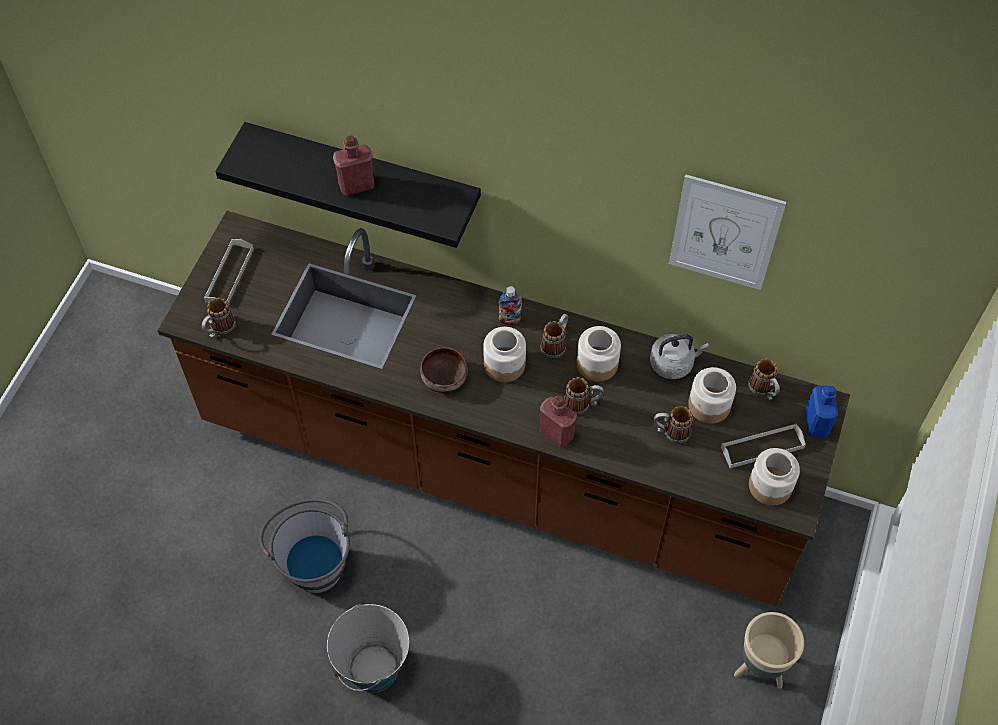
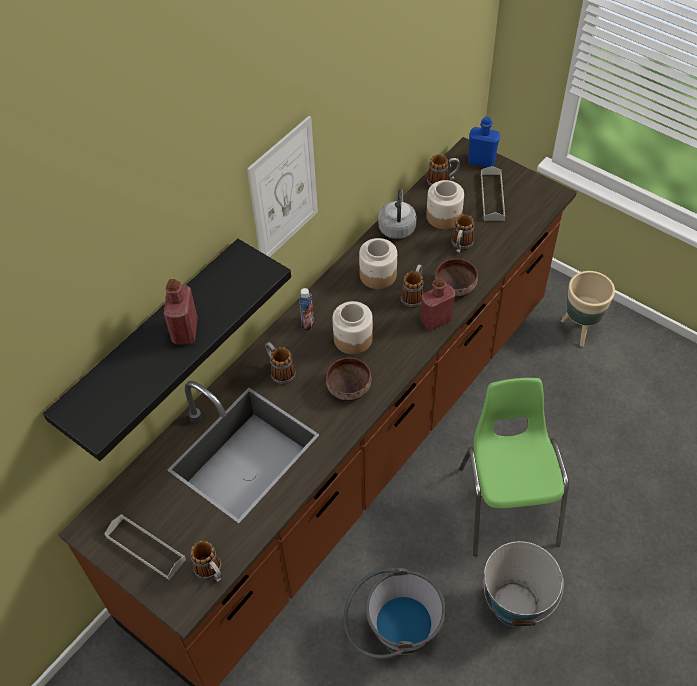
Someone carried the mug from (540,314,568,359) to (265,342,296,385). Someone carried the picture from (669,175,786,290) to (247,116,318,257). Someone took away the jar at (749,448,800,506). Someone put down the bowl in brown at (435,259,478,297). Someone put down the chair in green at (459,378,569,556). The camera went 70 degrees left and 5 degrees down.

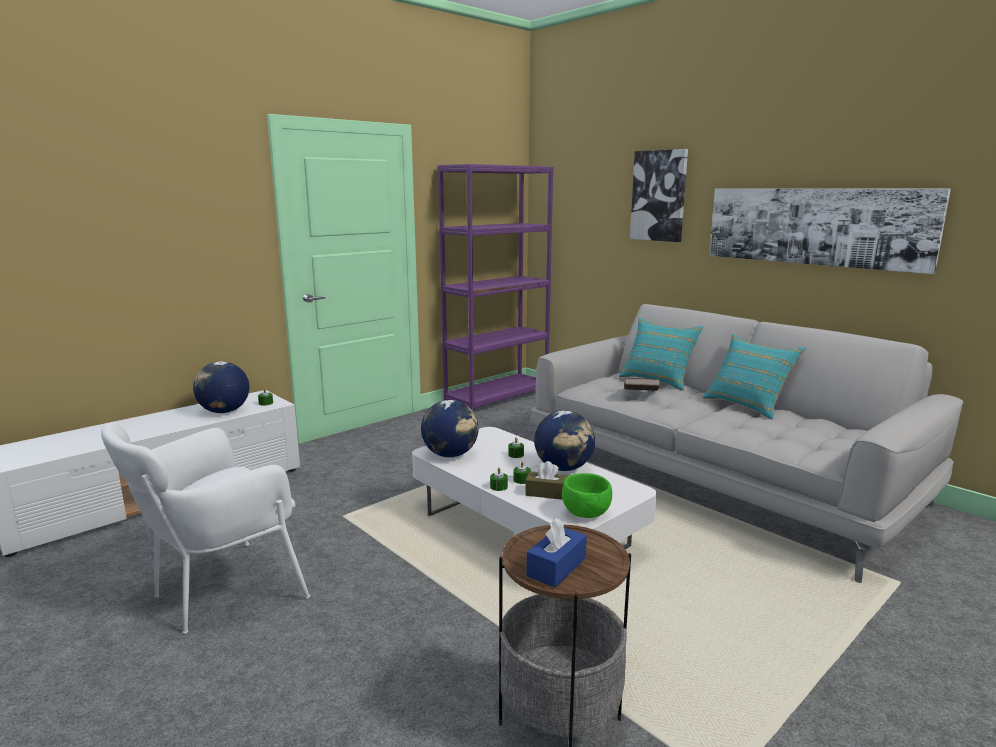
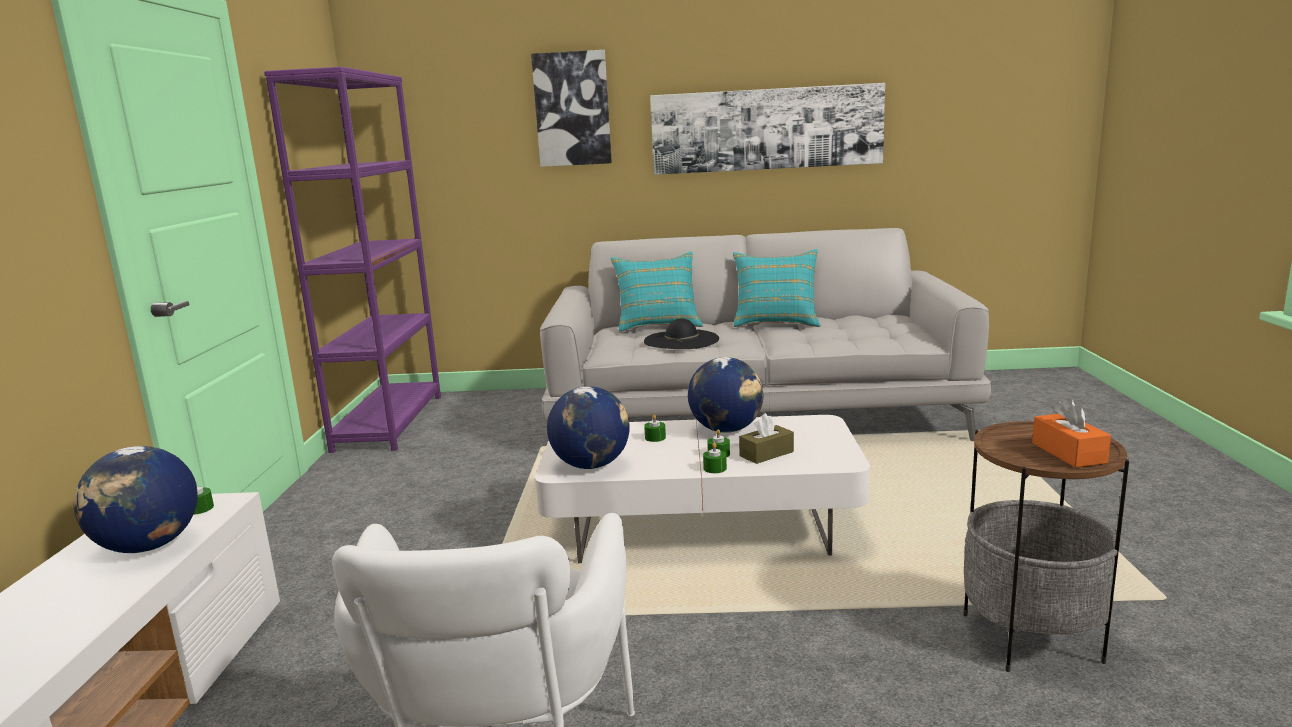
Someone repainted the tissue box in blue at (526,518,587,587), which became the tissue box in orange at (1032,398,1111,468). Someone took away the bowl in green at (562,473,612,518). Someone swapped the book in brown at (624,378,660,391) for the hat in black at (644,319,719,349). The camera went 45 degrees left and 0 degrees up.

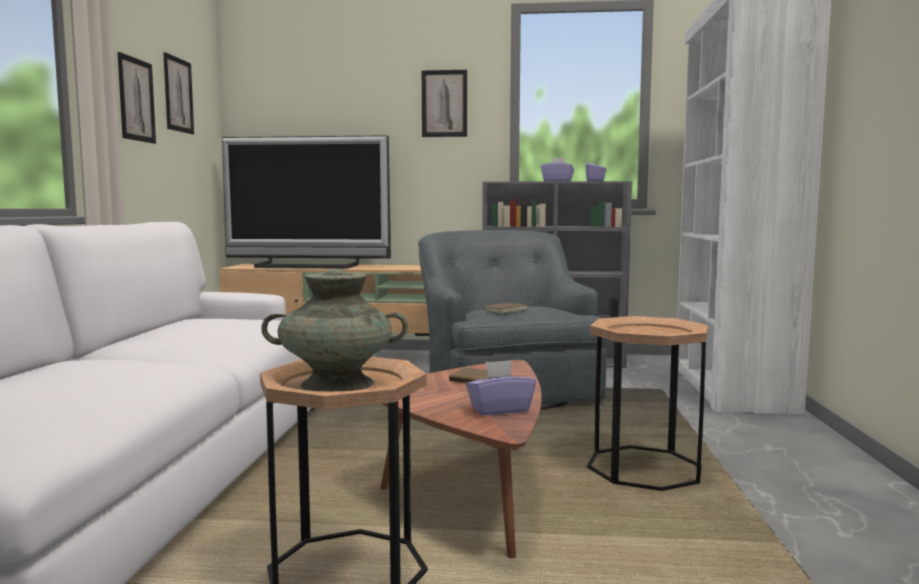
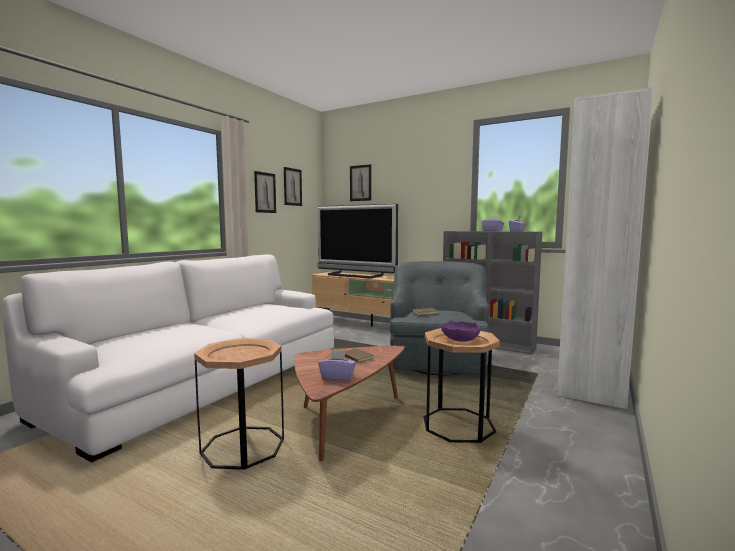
Someone took away the vase in turquoise at (261,269,408,391). Someone carried the picture from (422,70,467,137) to (350,164,371,201). Someone put down the bowl in purple at (441,320,481,342). The camera went 25 degrees right and 0 degrees up.

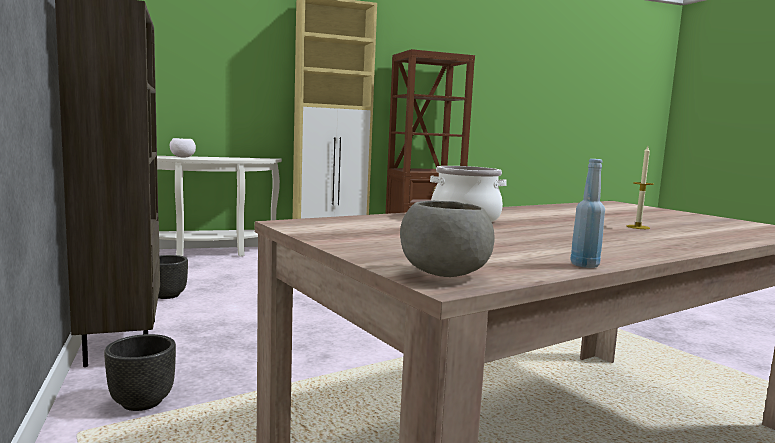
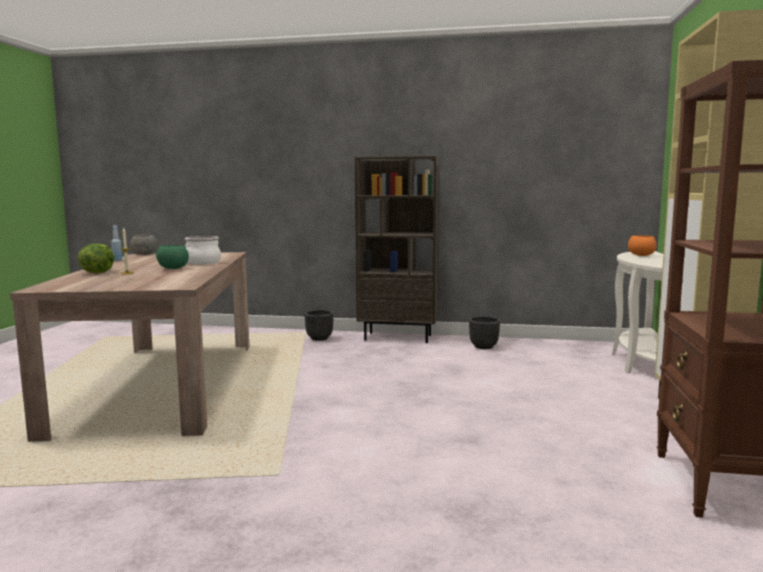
Someone repainted the bowl in white at (170,138,196,158), which became the bowl in orange at (628,235,657,256). Someone put down the lettuce at (77,243,114,273). Someone put down the bowl in green at (156,245,189,269). The camera went 120 degrees right and 0 degrees up.

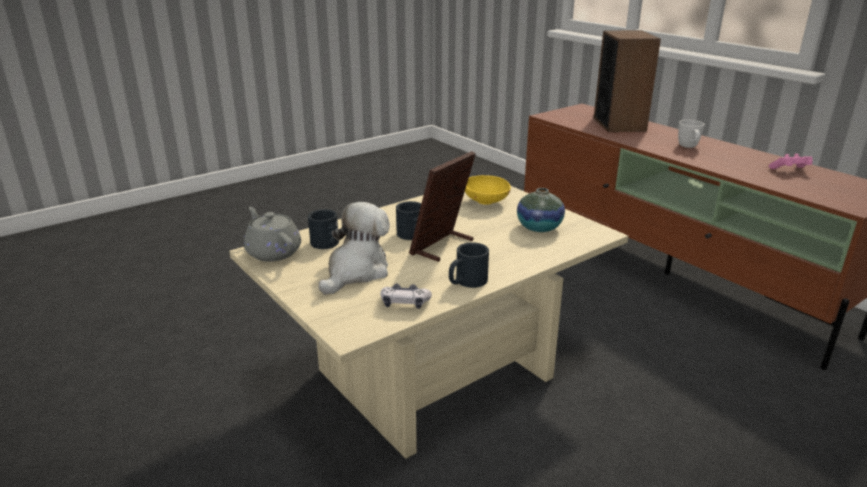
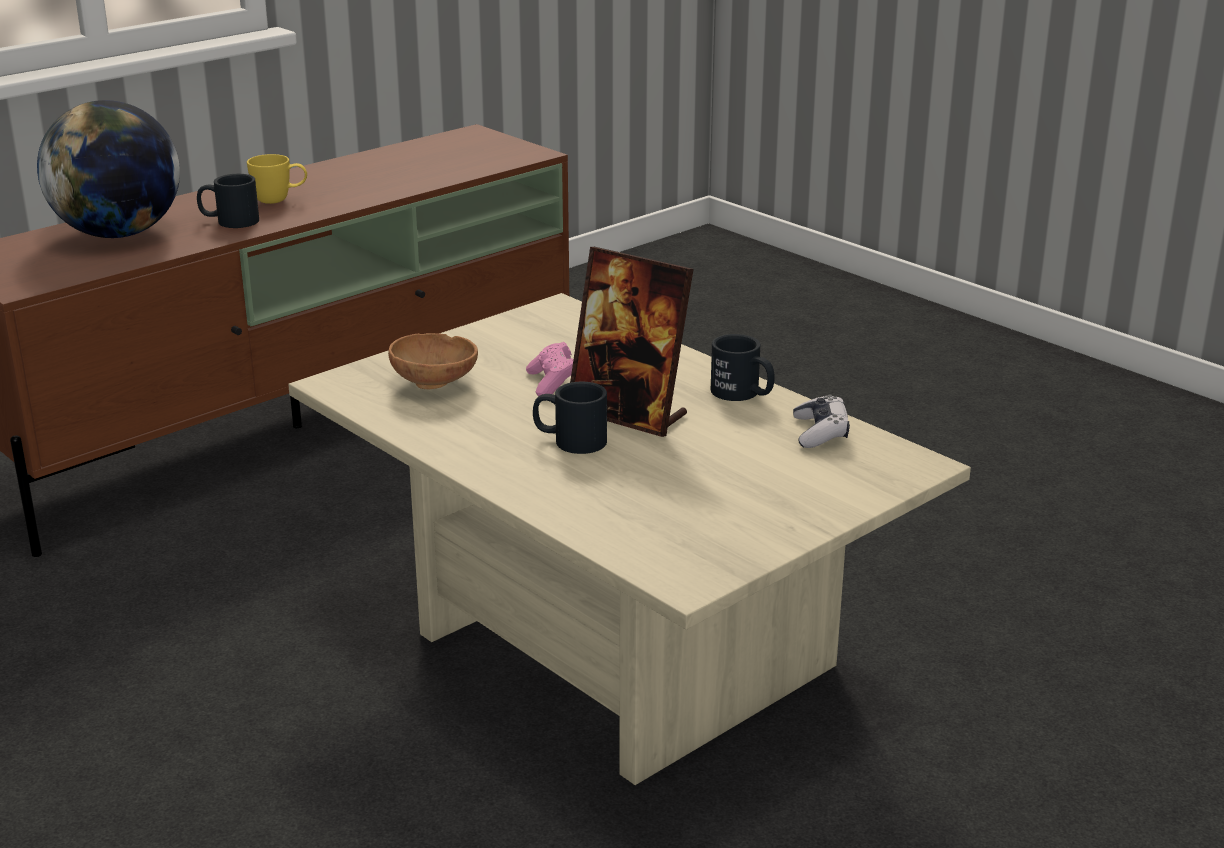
Someone took away the teapot in grey at (244,207,301,262). Someone carried the mug in black from (308,209,339,249) to (197,174,259,228). Someone took away the plush toy at (318,202,390,295). Someone repainted the bowl in yellow at (465,175,511,205), which became the bowl in brown at (388,333,478,389). Someone took away the vase at (517,188,565,232). Someone swapped the speaker at (594,30,661,132) for the globe at (37,100,180,238). Someone repainted the mug in white at (678,120,705,148), which became the mug in yellow at (247,154,307,204). Someone carried the game controller in pink from (769,154,812,169) to (526,342,574,397). The camera went 95 degrees left and 0 degrees up.

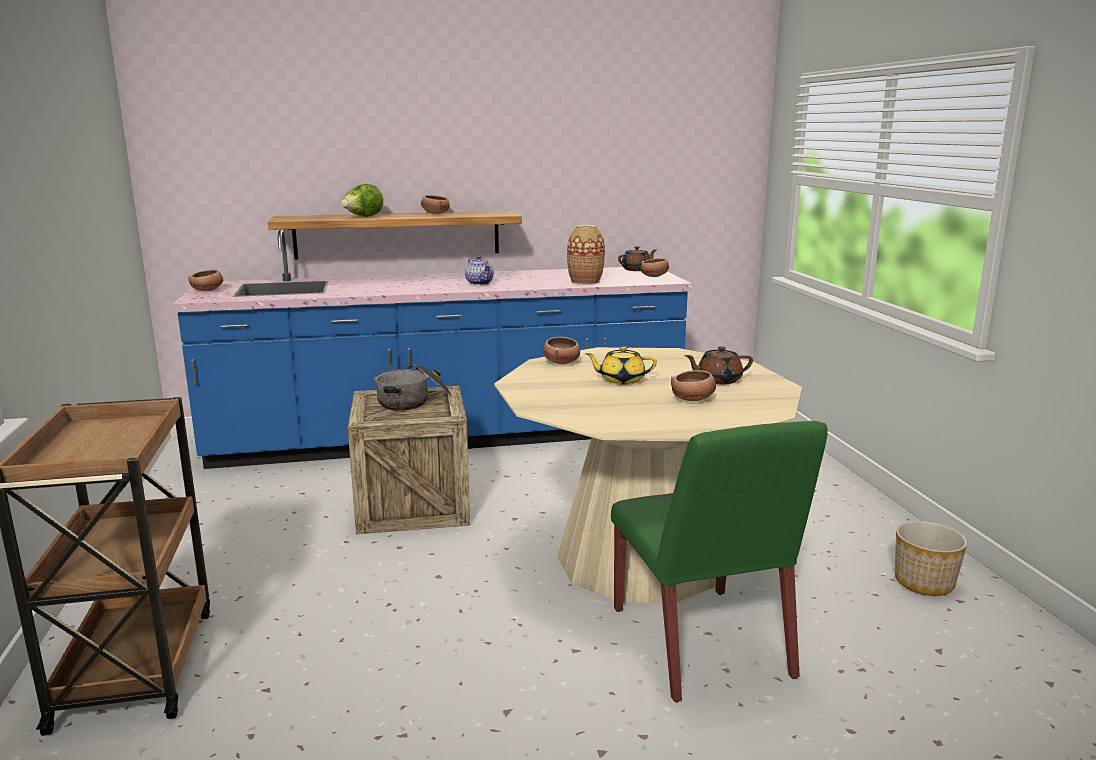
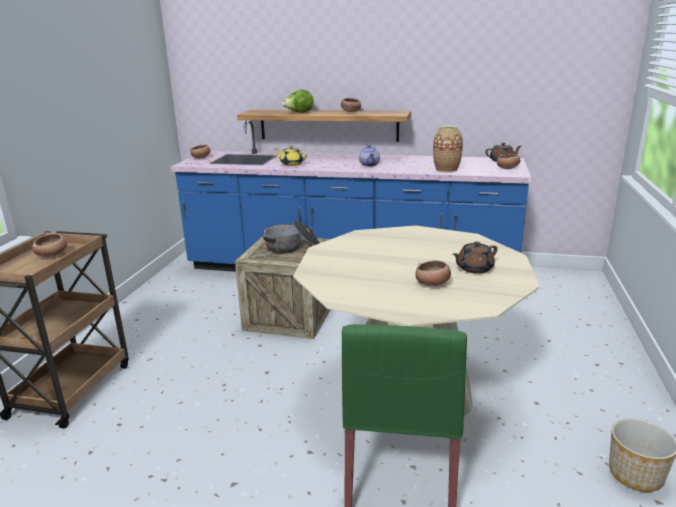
Someone carried the bowl from (543,337,580,364) to (32,233,67,257). Someone carried the teapot in yellow from (586,346,657,385) to (275,146,307,166). Someone rotated the teapot in brown at (684,346,753,384) by 45 degrees counterclockwise. The camera went 25 degrees right and 5 degrees up.

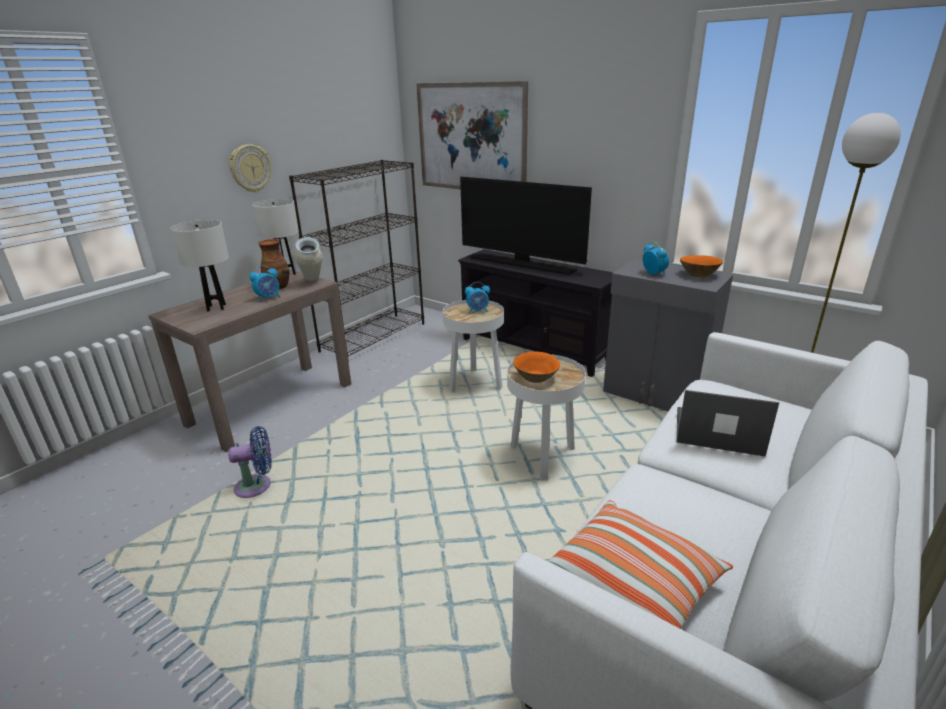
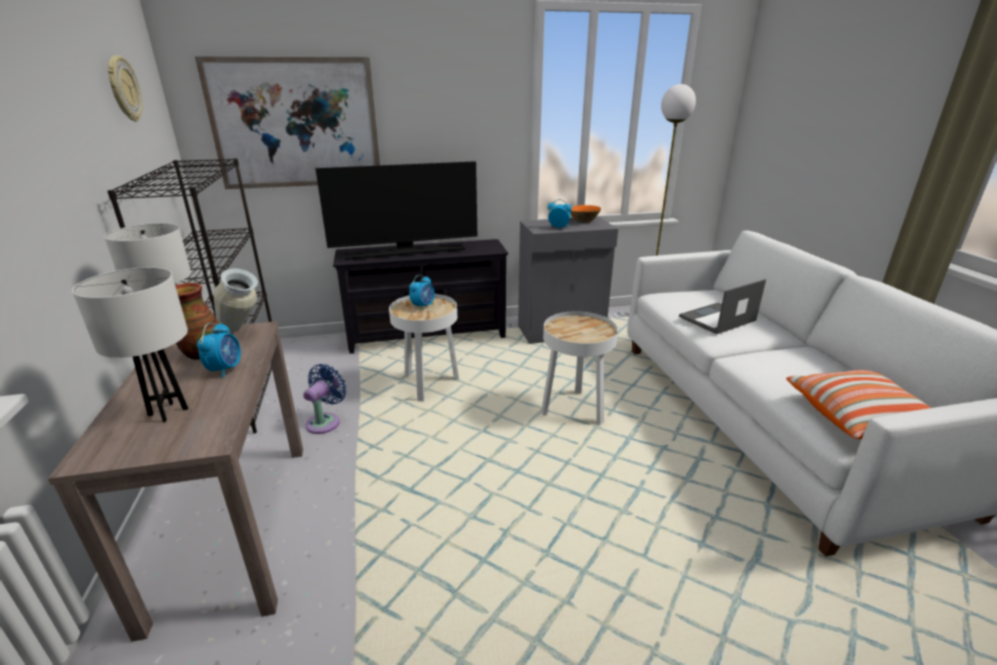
Someone carried the fan in blue from (228,426,272,498) to (303,364,347,434). Someone carried the wall clock from (229,144,271,192) to (107,56,143,122). Someone took away the bowl in orange at (514,352,560,383). The camera went 50 degrees left and 0 degrees up.

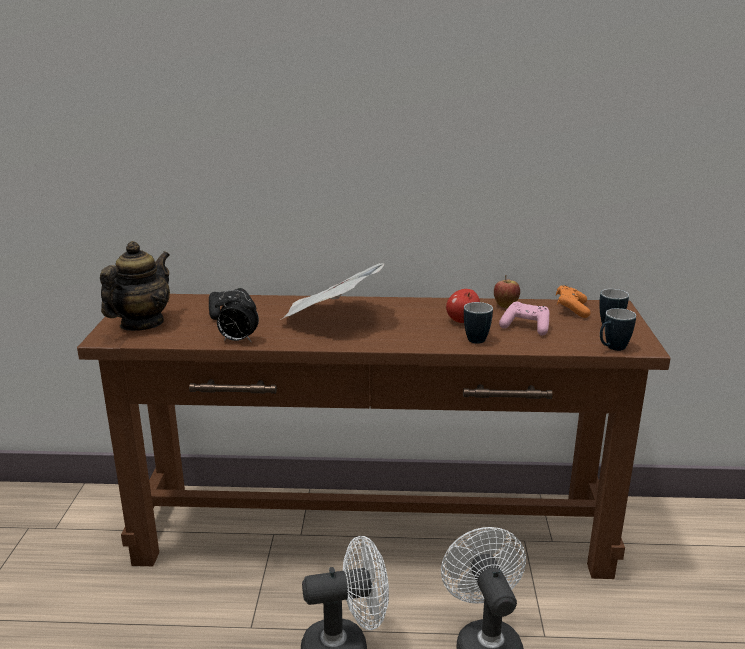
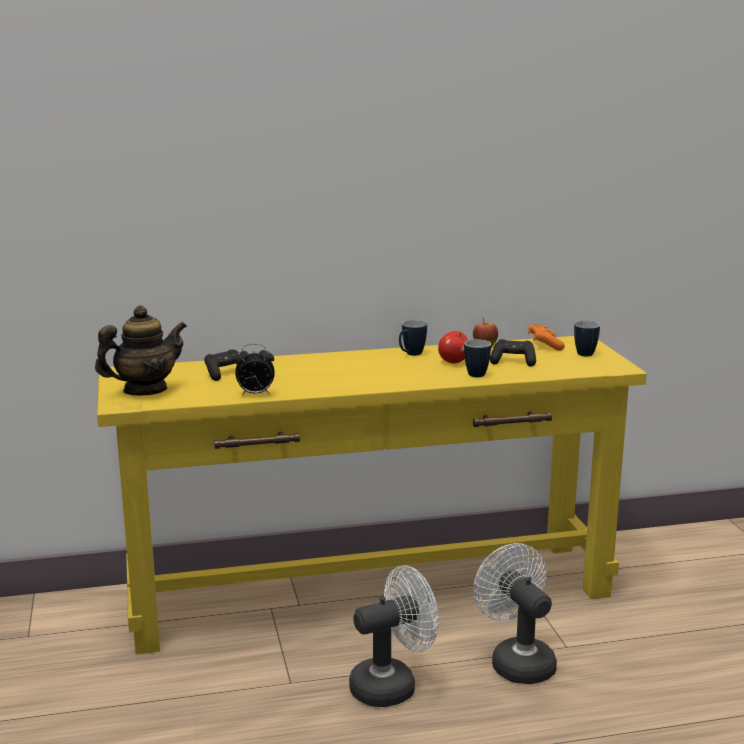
Someone repainted the console table in brown at (77,294,671,579), which became the console table in yellow at (97,336,647,654). Someone rotated the teapot at (100,241,170,331) by 45 degrees clockwise. Someone took away the newspaper at (280,263,384,320). Someone repainted the game controller in pink at (499,302,549,336), which became the game controller in black at (490,339,536,367). Someone carried the mug from (600,308,636,351) to (399,320,427,356). The camera went 15 degrees left and 5 degrees down.

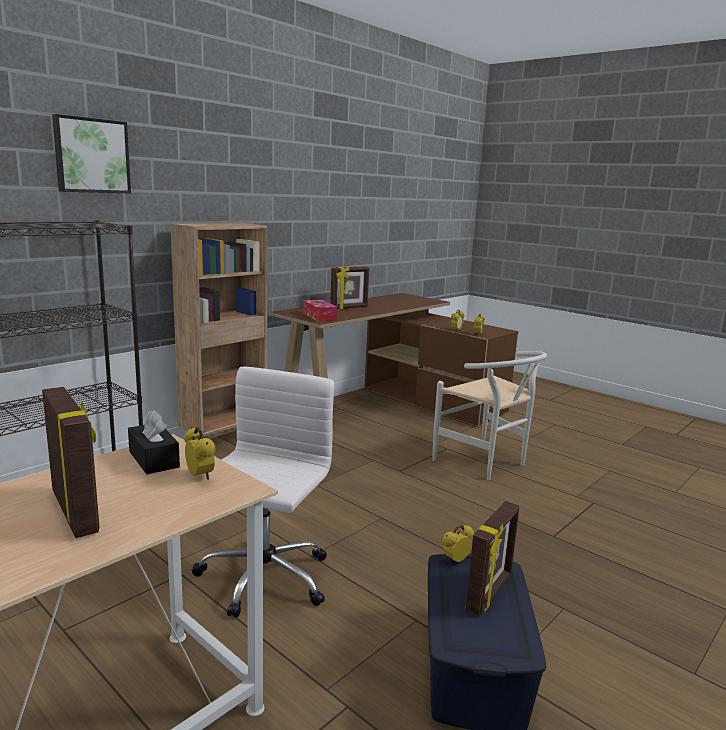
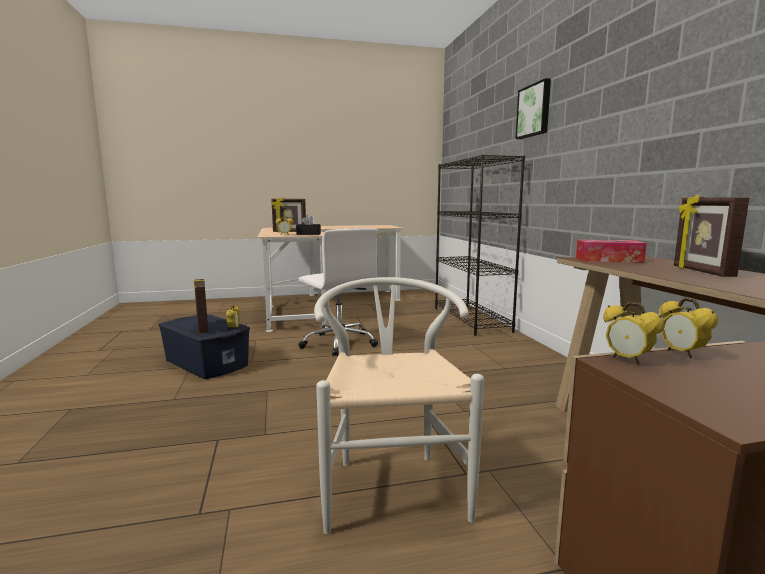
Someone took away the bookcase in brown at (170,223,268,440). Someone rotated the chair in white at (432,351,547,480) by 90 degrees clockwise. The camera went 125 degrees right and 5 degrees down.

